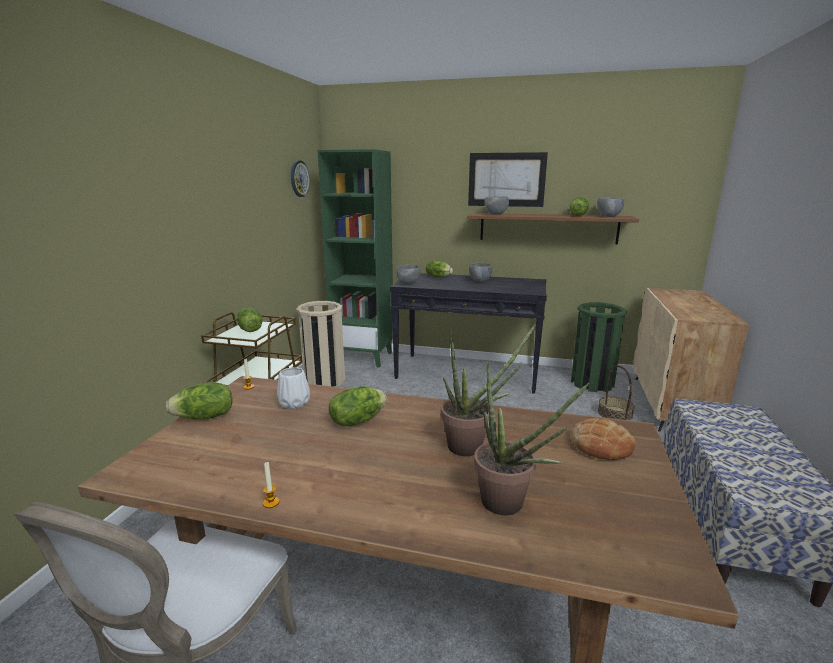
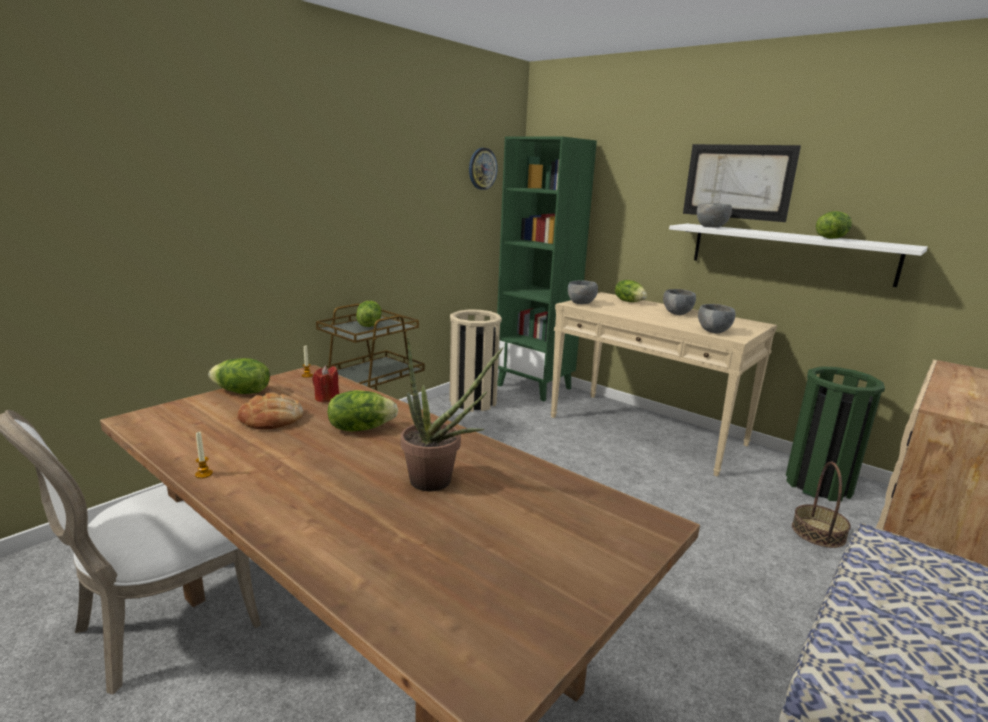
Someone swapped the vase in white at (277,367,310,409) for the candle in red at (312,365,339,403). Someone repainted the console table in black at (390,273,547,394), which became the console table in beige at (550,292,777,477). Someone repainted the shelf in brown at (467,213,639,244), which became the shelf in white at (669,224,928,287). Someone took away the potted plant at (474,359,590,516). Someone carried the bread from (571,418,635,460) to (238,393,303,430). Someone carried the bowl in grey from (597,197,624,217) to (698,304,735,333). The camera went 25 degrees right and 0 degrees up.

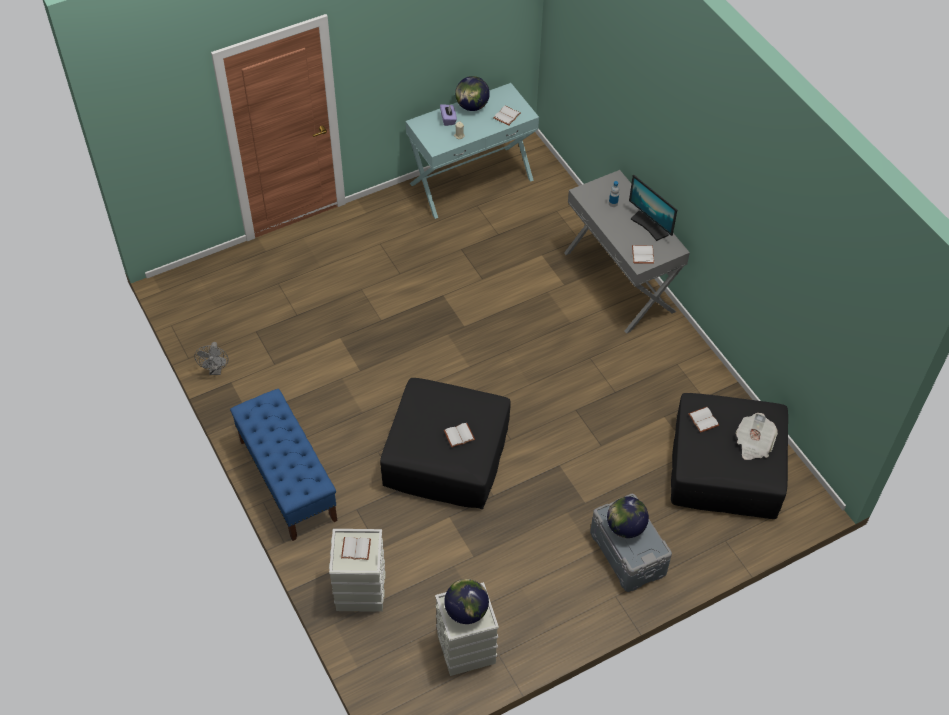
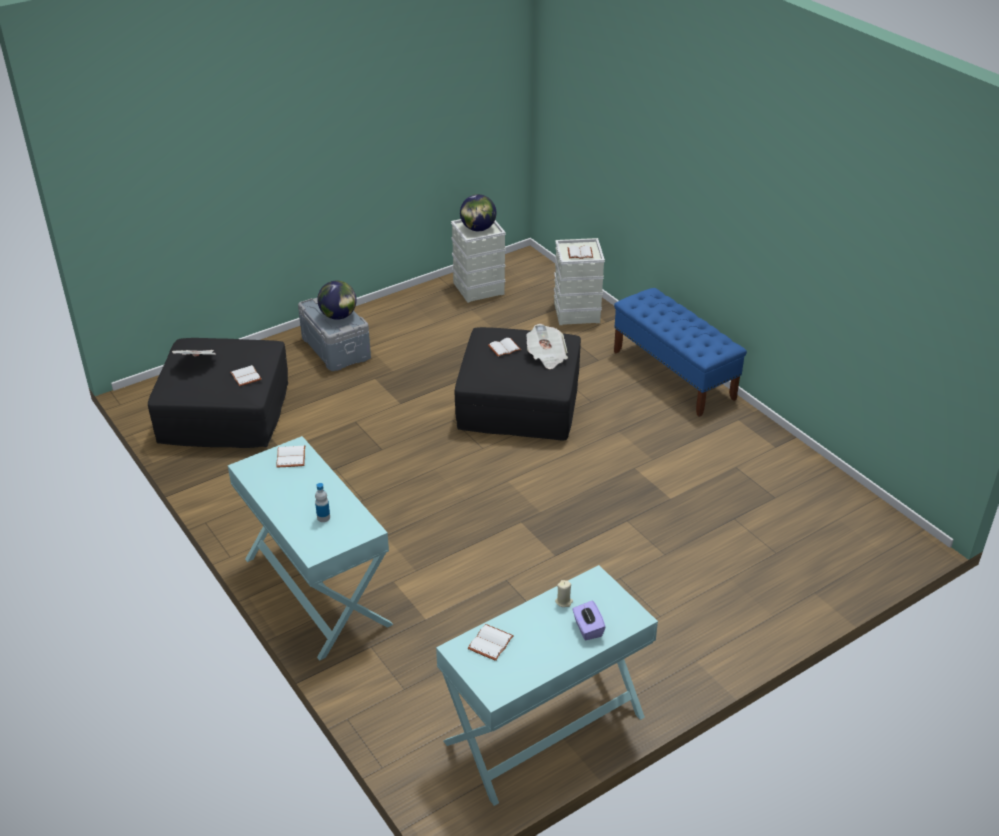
Someone took away the fan in grey at (194,342,228,375). Someone took away the globe at (455,76,490,111). Someone repainted the console table in grey at (564,170,690,334), which became the console table in turquoise at (228,436,393,661). Someone took away the monitor at (629,174,677,241). Someone put down the newspaper at (526,324,568,369). The camera went 175 degrees right and 15 degrees down.

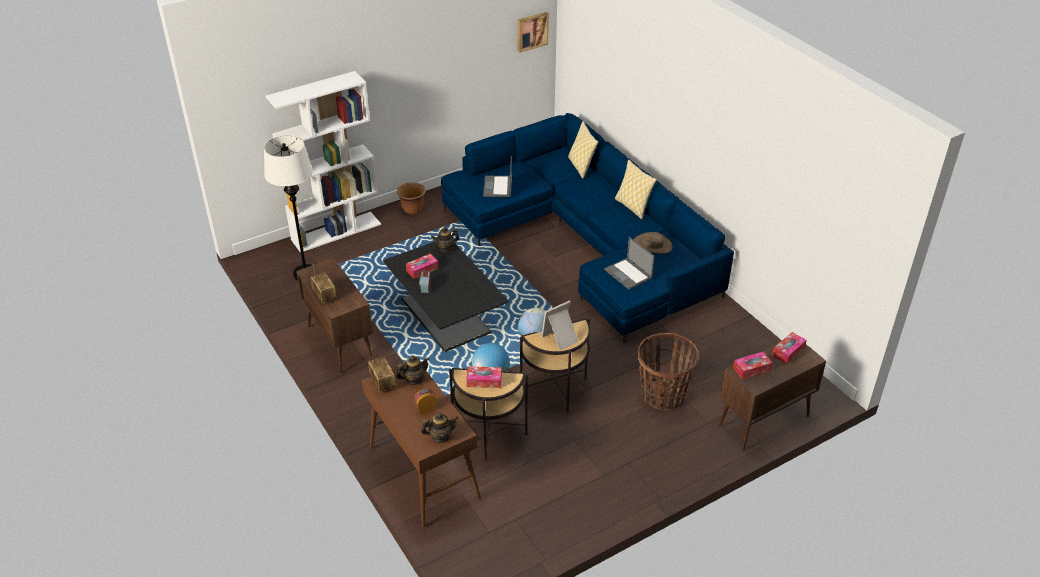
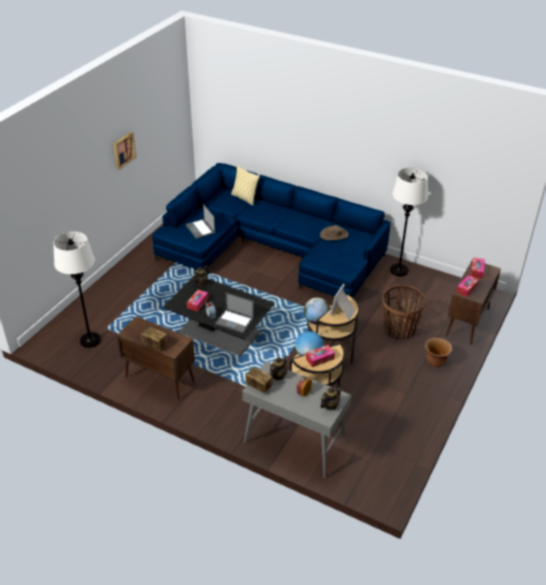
Someone took away the bookcase in white at (266,71,381,253). Someone repainted the console table in brown at (362,362,481,527), which became the console table in grey at (242,361,352,478). Someone carried the planter in brown from (397,182,426,214) to (425,338,452,367). Someone carried the picture from (518,12,549,53) to (113,132,136,170). Someone carried the laptop from (604,237,655,290) to (215,293,254,333). Someone took away the pillow at (615,160,657,219). Someone put down the floor lamp in white at (390,168,428,276). The camera went 30 degrees left and 0 degrees up.

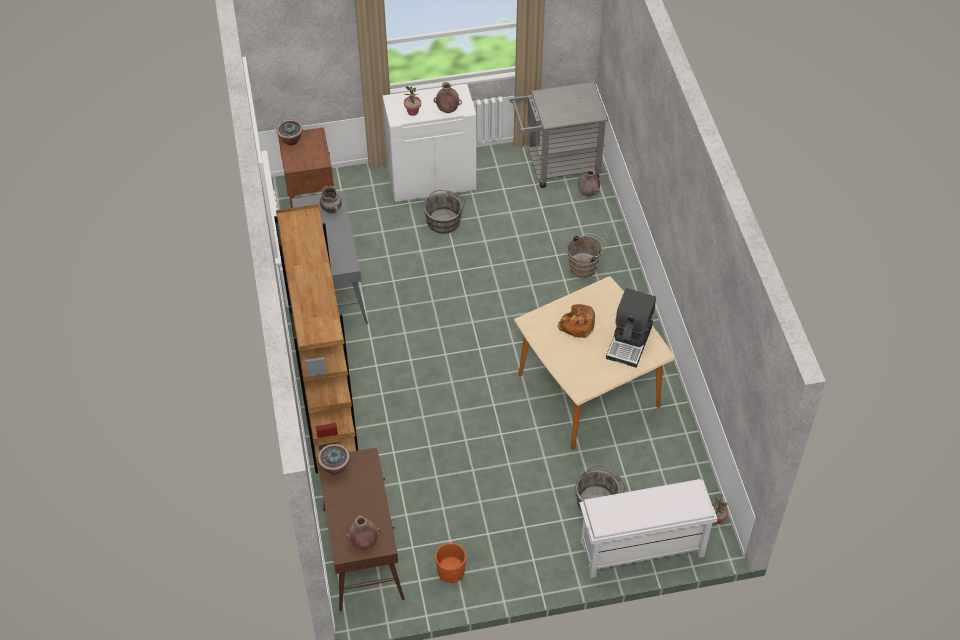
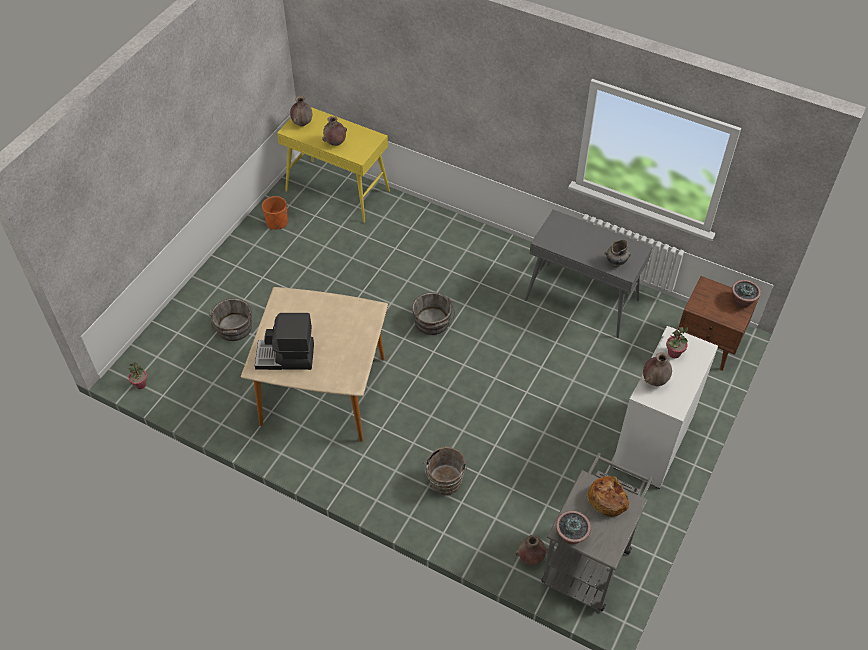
Someone took away the bookcase in brown at (274,204,358,474). Someone repainted the console table in brown at (317,447,405,612), which became the console table in yellow at (277,107,390,223). Someone carried the potted plant from (318,444,350,475) to (556,511,591,544). Someone carried the bucket in grey from (424,190,465,234) to (412,292,455,335). Someone carried the bread from (557,304,595,338) to (586,476,629,517). Someone took away the bench in white at (579,479,717,578). Someone rotated the coffee machine at (606,288,656,368) by 60 degrees counterclockwise. Someone put down the vase in brown at (322,116,347,146). The camera went 130 degrees right and 0 degrees up.

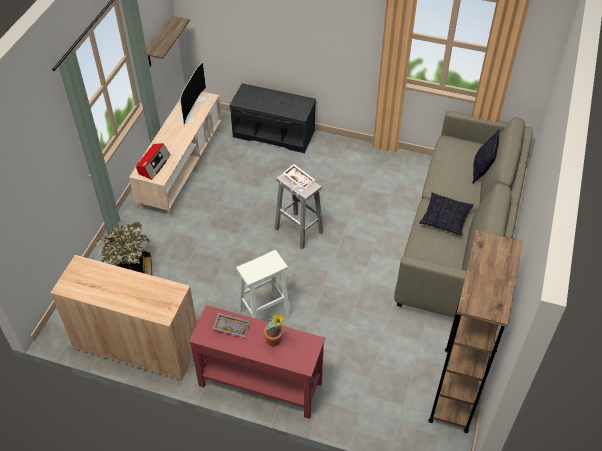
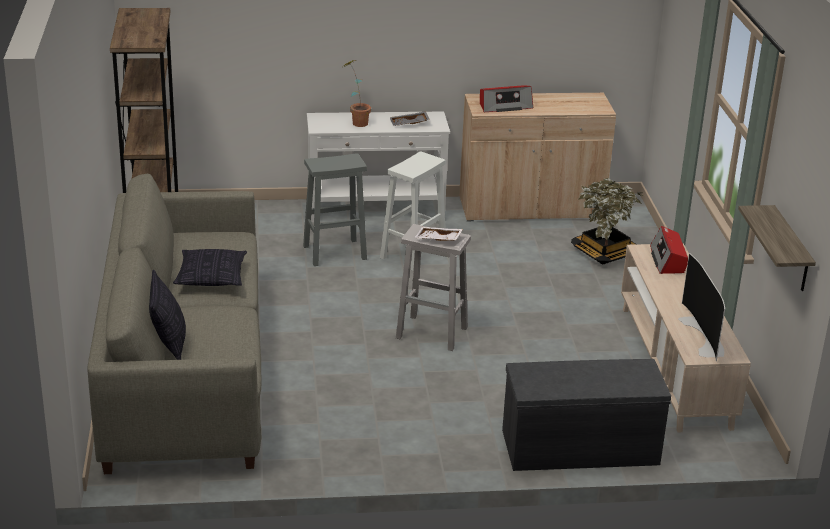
Someone repainted the console table in red at (189,305,325,419), which became the console table in white at (307,111,450,222). Someone put down the stool in grey at (303,153,367,266). Someone put down the radio at (480,85,533,112). The camera went 155 degrees right and 20 degrees down.

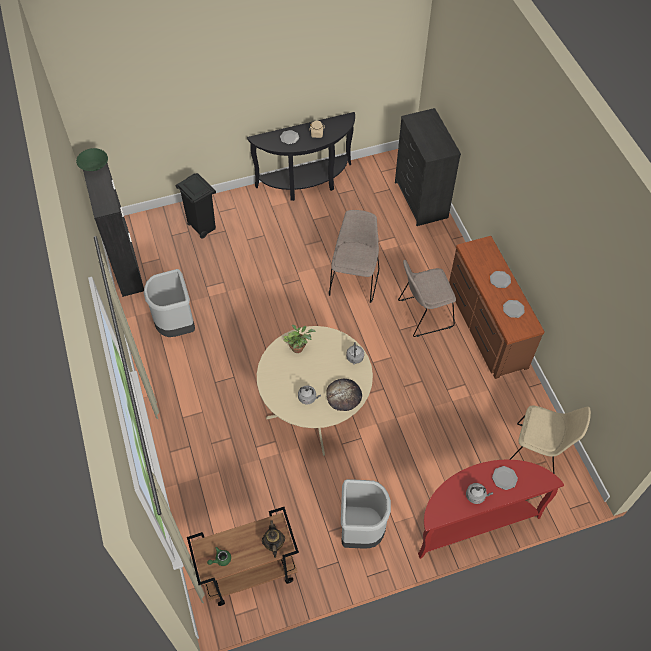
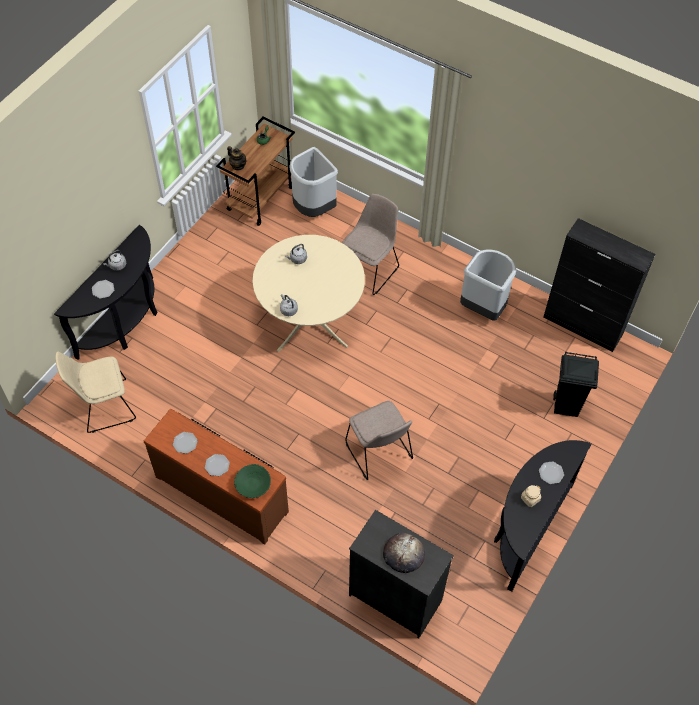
Someone carried the bowl in green from (76,148,108,171) to (234,464,271,498). Someone took away the potted plant at (283,325,316,353). Someone carried the bread from (326,379,362,411) to (383,533,425,573). Someone carried the trash can in grey from (341,479,391,549) to (289,147,338,217). Someone carried the chair in beige from (398,260,456,337) to (342,194,399,295). Someone repainted the console table in red at (418,460,564,559), which became the console table in black at (54,225,157,360). The camera went 140 degrees right and 0 degrees up.

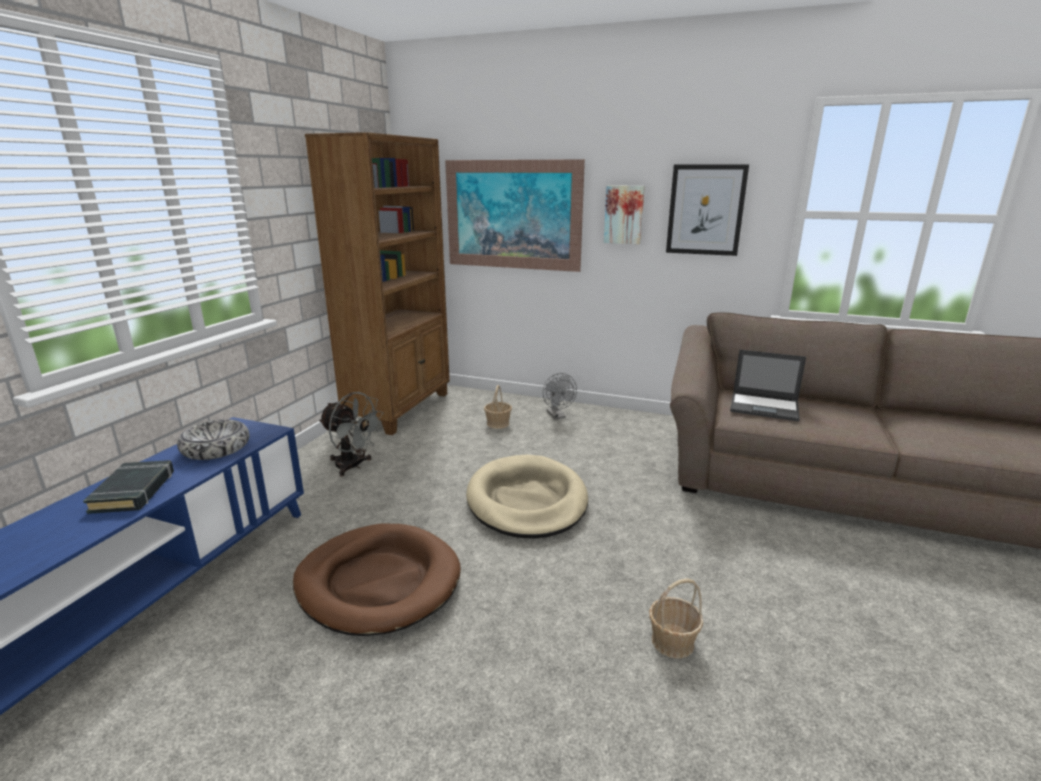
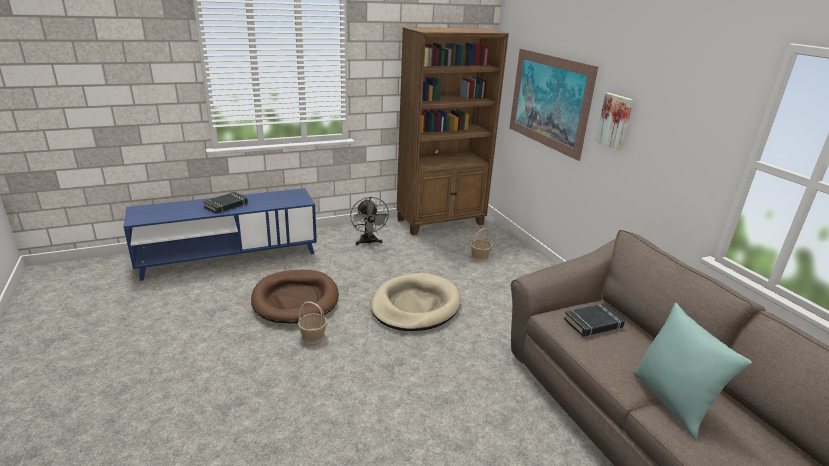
Someone took away the bowl at (177,419,250,460). Someone took away the fan in grey at (543,373,577,419). Someone carried the basket from (649,578,703,659) to (298,301,327,344). Someone took away the picture at (666,164,749,256). Someone swapped the laptop at (730,350,806,422) for the book in black at (564,303,625,337). Someone put down the pillow in turquoise at (633,302,752,440). The camera went 45 degrees right and 5 degrees up.

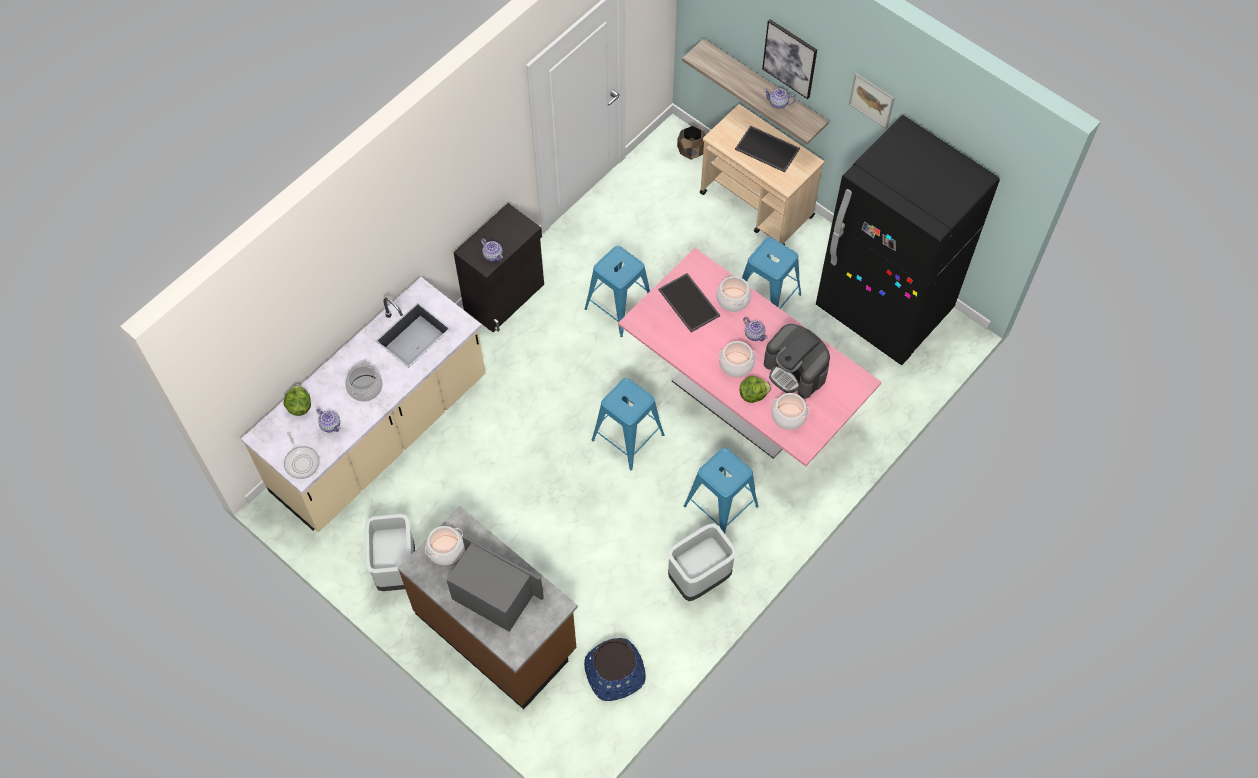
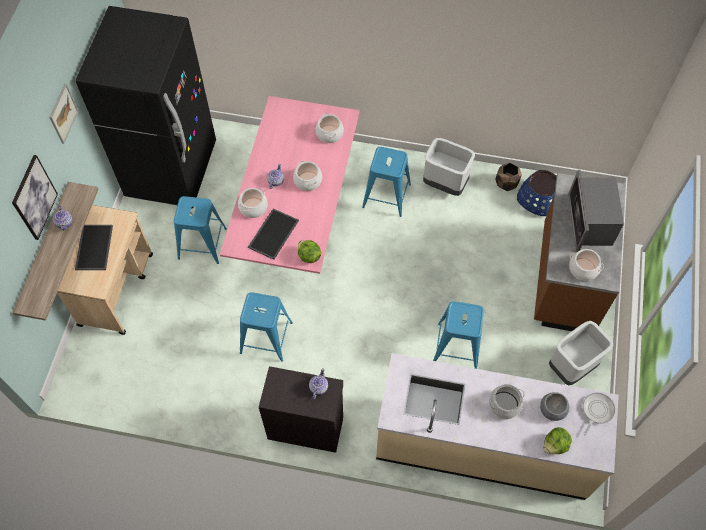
Someone swapped the teapot at (316,408,340,432) for the bowl in grey at (540,392,569,421). Someone carried the stool in blue from (592,378,665,470) to (433,301,484,369). Someone carried the planter in brown from (677,125,705,160) to (495,163,522,191). Someone carried the lettuce from (740,376,771,403) to (298,240,321,263). Someone took away the coffee machine at (764,324,830,399). The camera went 120 degrees left and 0 degrees up.

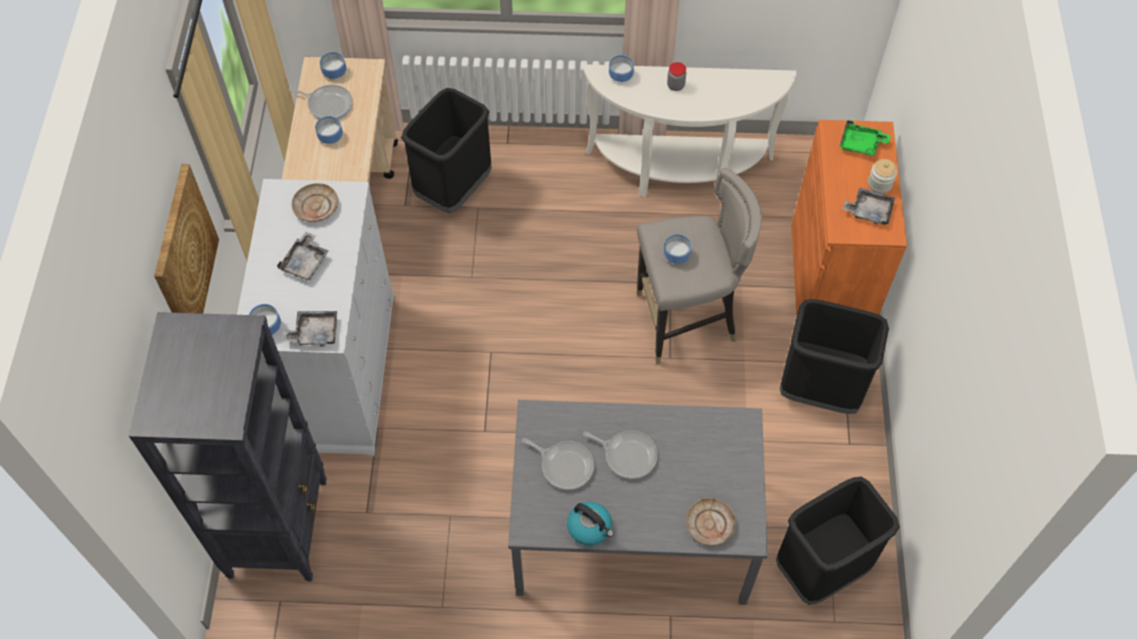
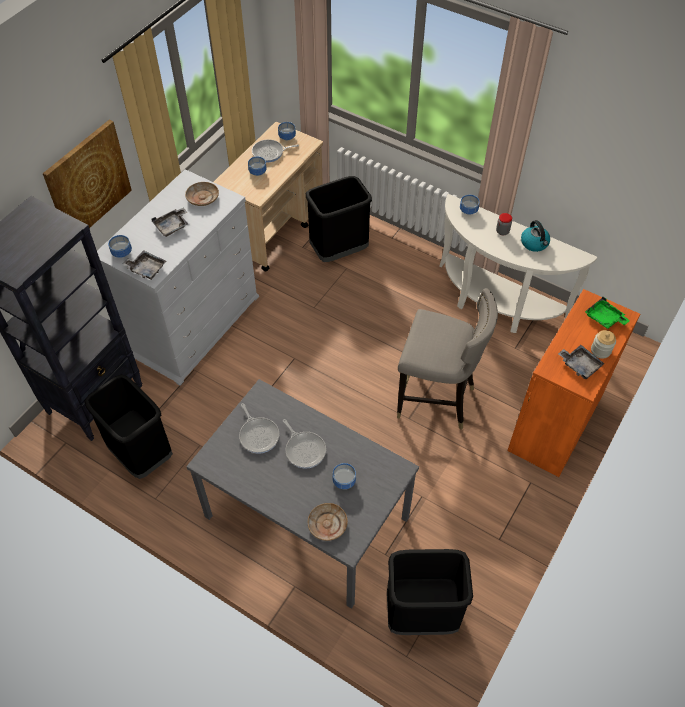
Someone rotated the frying pan at (289,85,352,119) by 120 degrees clockwise. Someone carried the kettle from (567,502,614,546) to (521,220,550,252). Someone carried the bowl from (664,234,691,264) to (332,463,356,489). Someone carried the trash can in black from (780,299,889,414) to (84,374,173,479). The camera went 30 degrees right and 5 degrees down.

